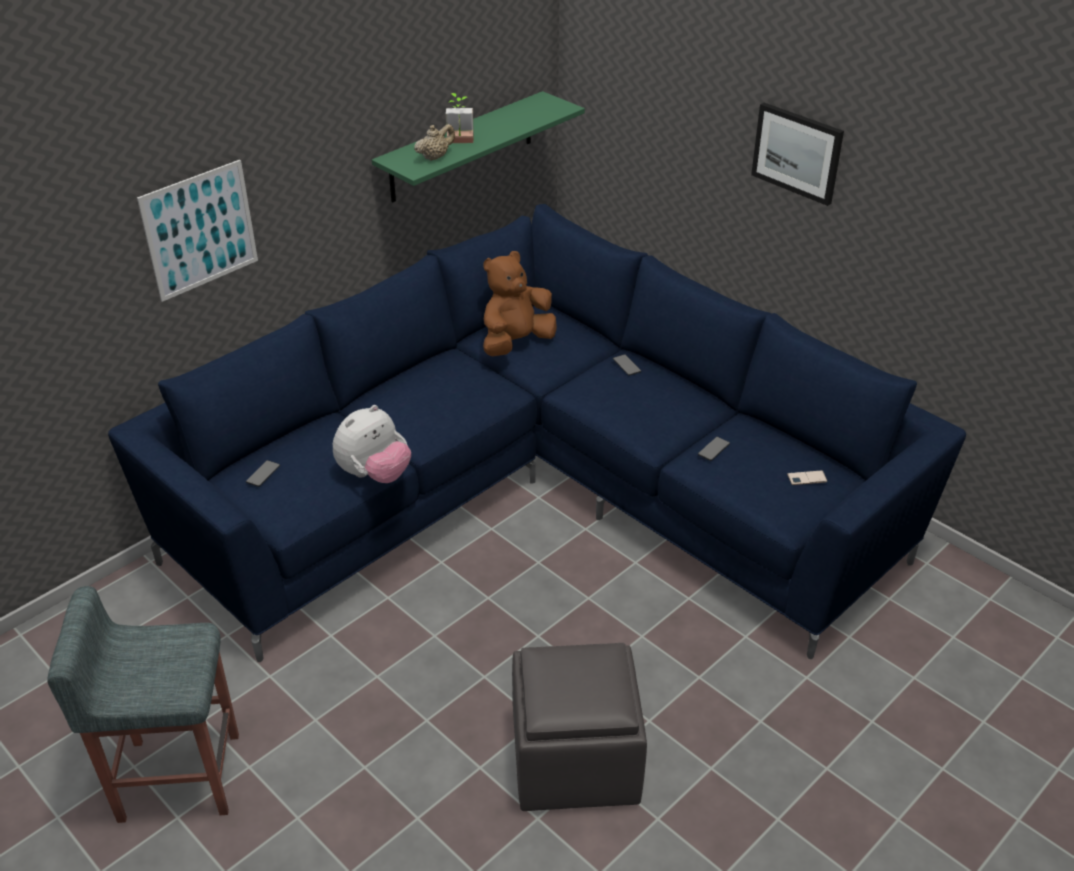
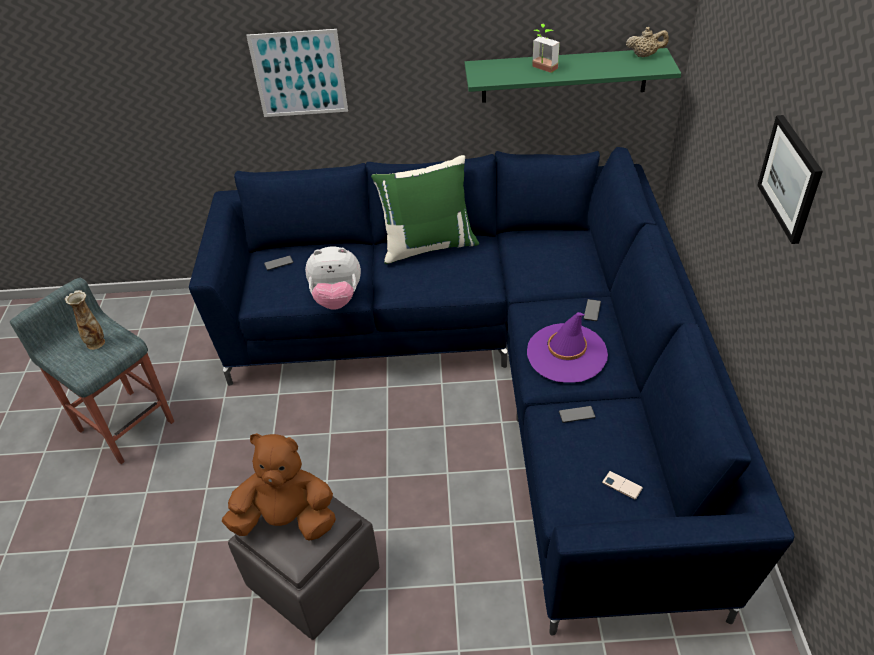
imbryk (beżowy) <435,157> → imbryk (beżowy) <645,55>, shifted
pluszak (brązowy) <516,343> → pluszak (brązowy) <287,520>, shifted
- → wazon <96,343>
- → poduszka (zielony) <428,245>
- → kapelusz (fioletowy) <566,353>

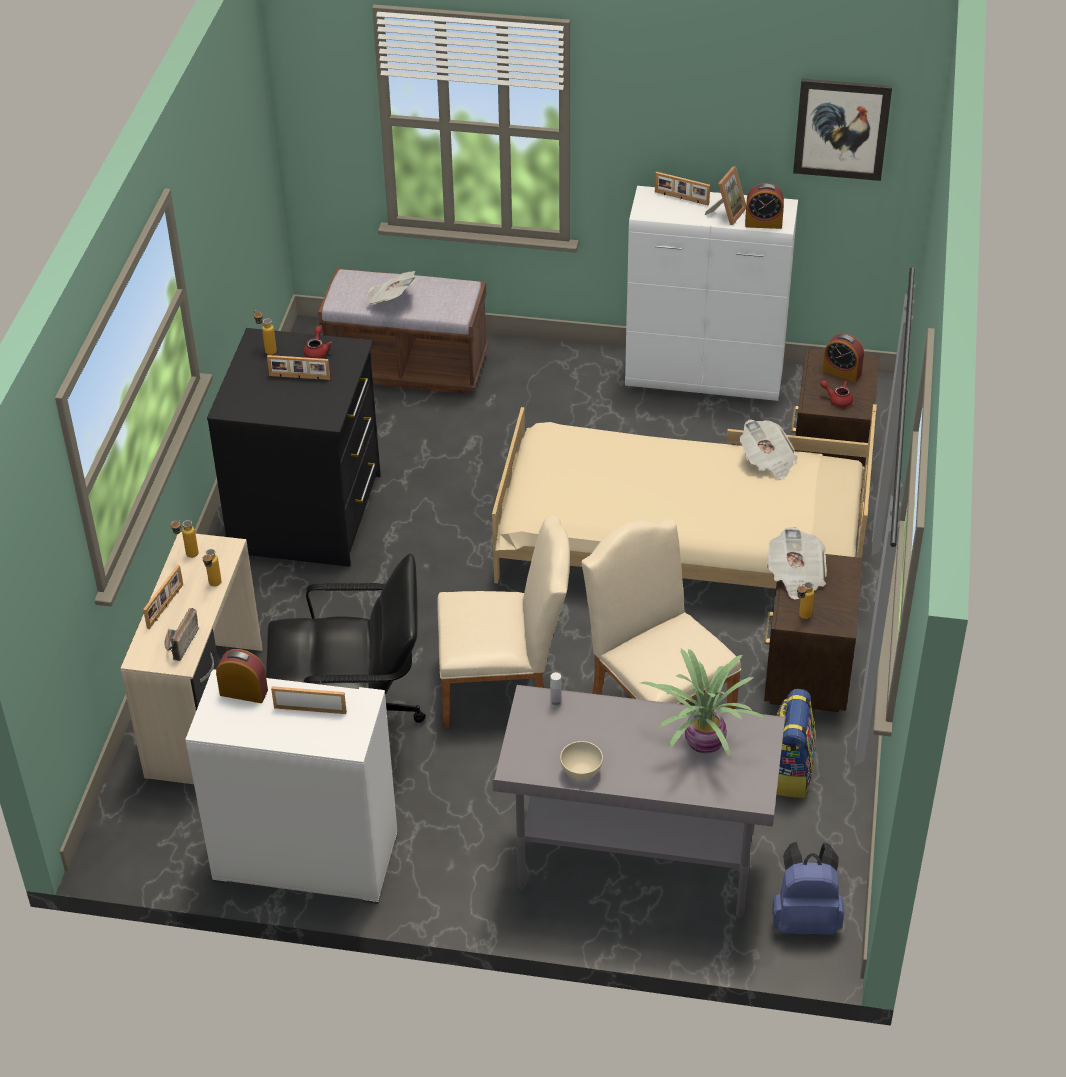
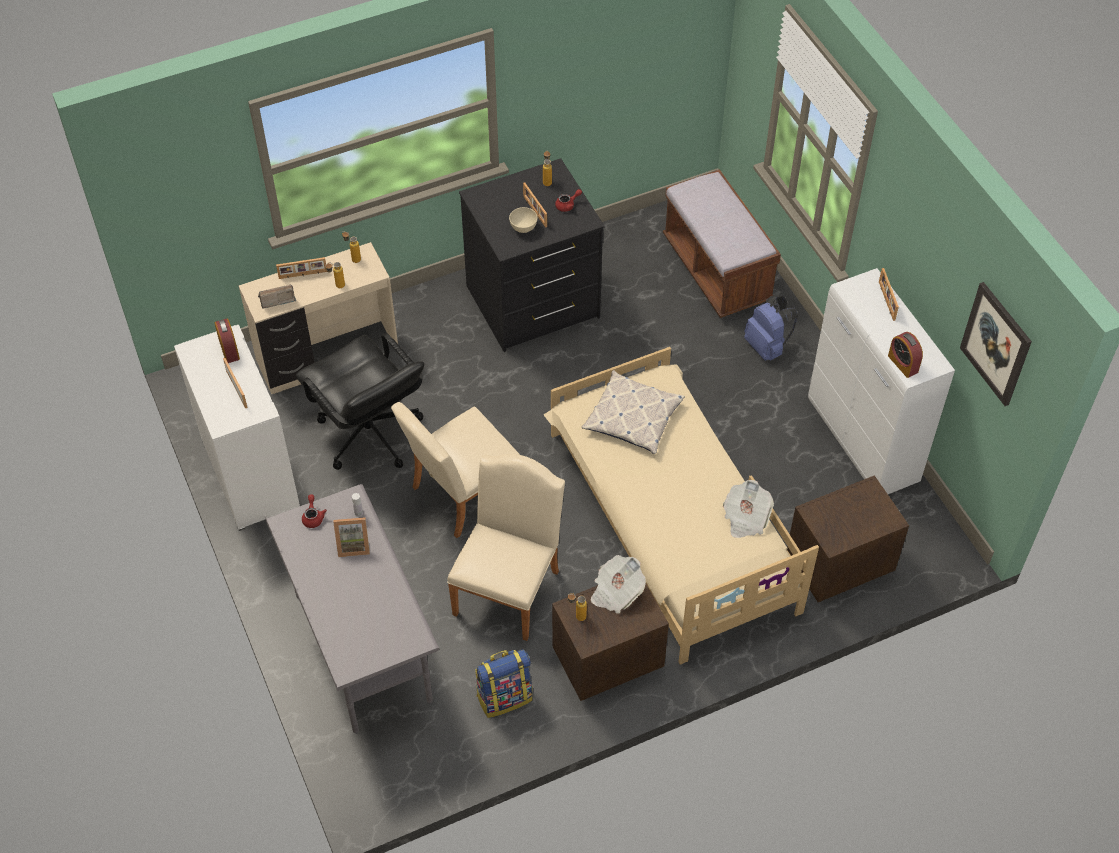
gazeta <390,299> → -
krzesło (beżowy) <505,688> → krzesło (beżowy) <461,495>, 90 degrees clockwise
miska (beżowy) <581,771> → miska (beżowy) <523,227>, shifted
roślina doniczkowa <703,742> → -
ramka na zdjęcie <727,213> → ramka na zdjęcie <353,545>, shifted
plecak (niebieski) <805,919> → plecak (niebieski) <767,347>, shifted
imbryk (czerwony) <837,399> → imbryk (czerwony) <313,517>, shifted
budzik <842,372> → -
- → poduszka <633,418>

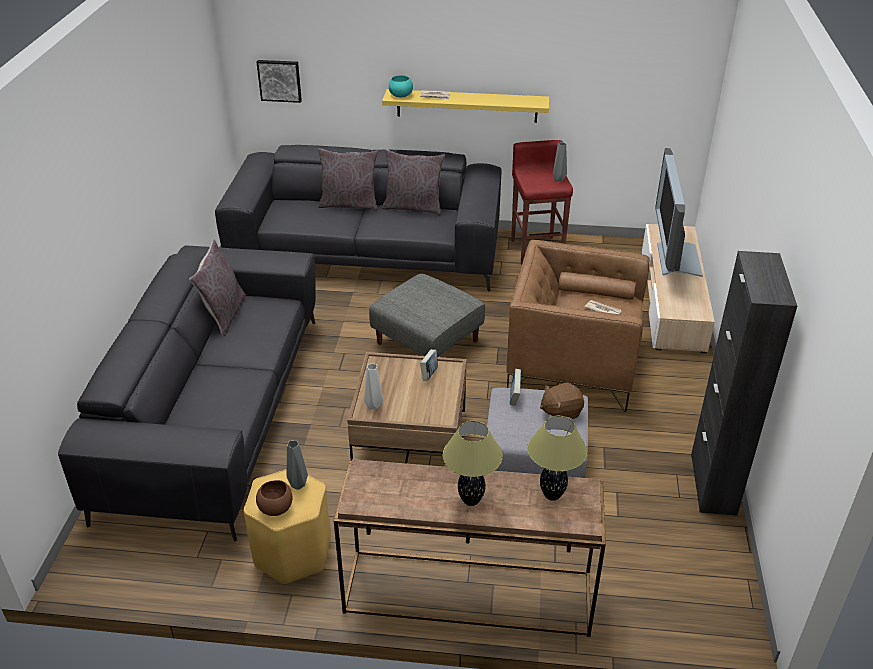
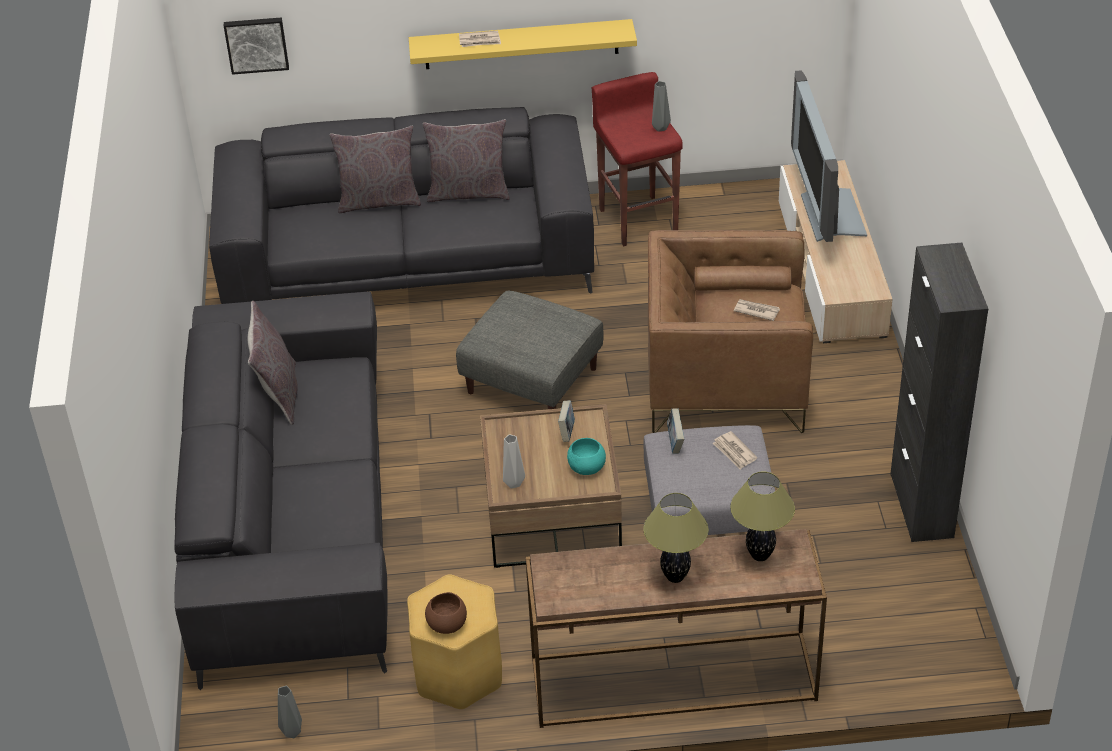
wazon (szary) <297,485> → wazon (szary) <292,733>, shifted
miska (turkusowy) <400,95> → miska (turkusowy) <586,467>, shifted
pluszak (brązowy) <560,412> → gazeta <734,452>

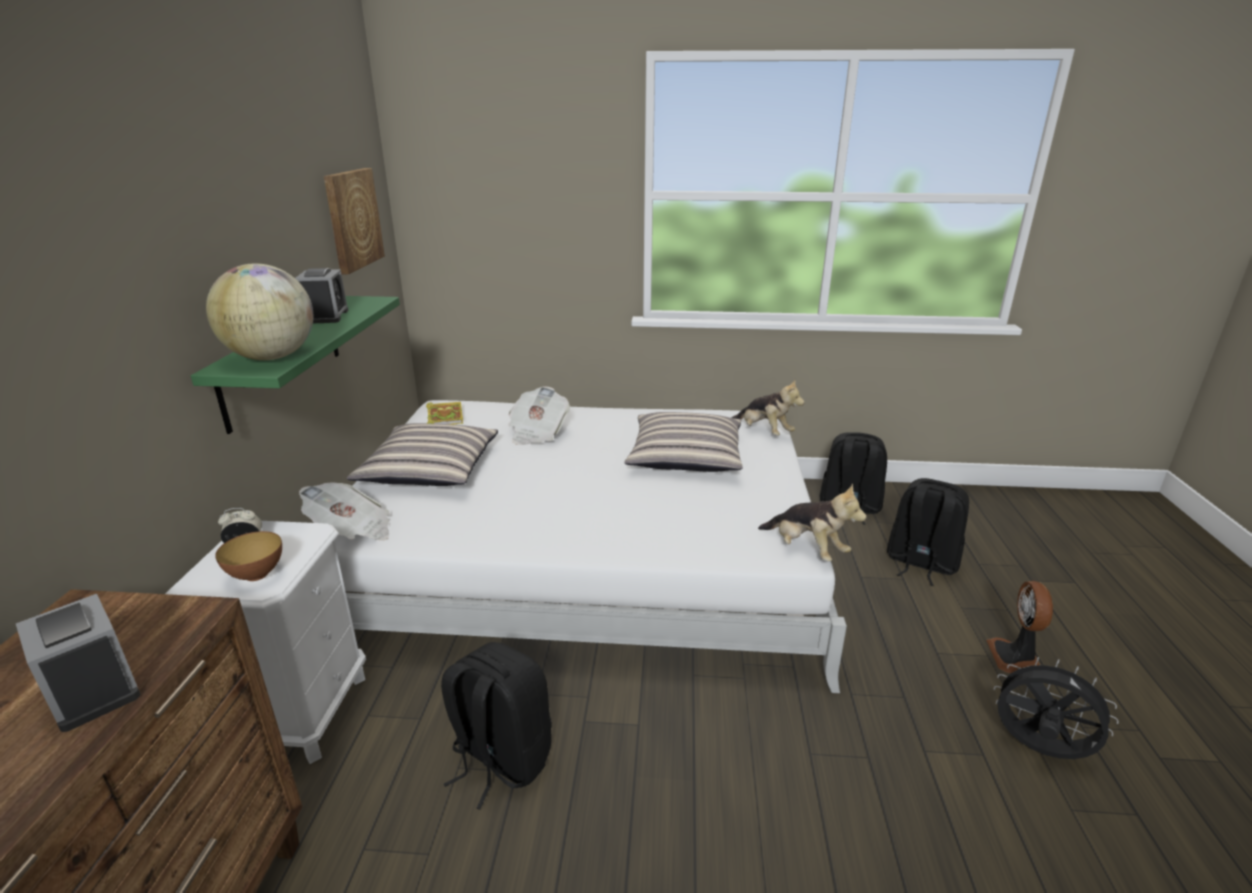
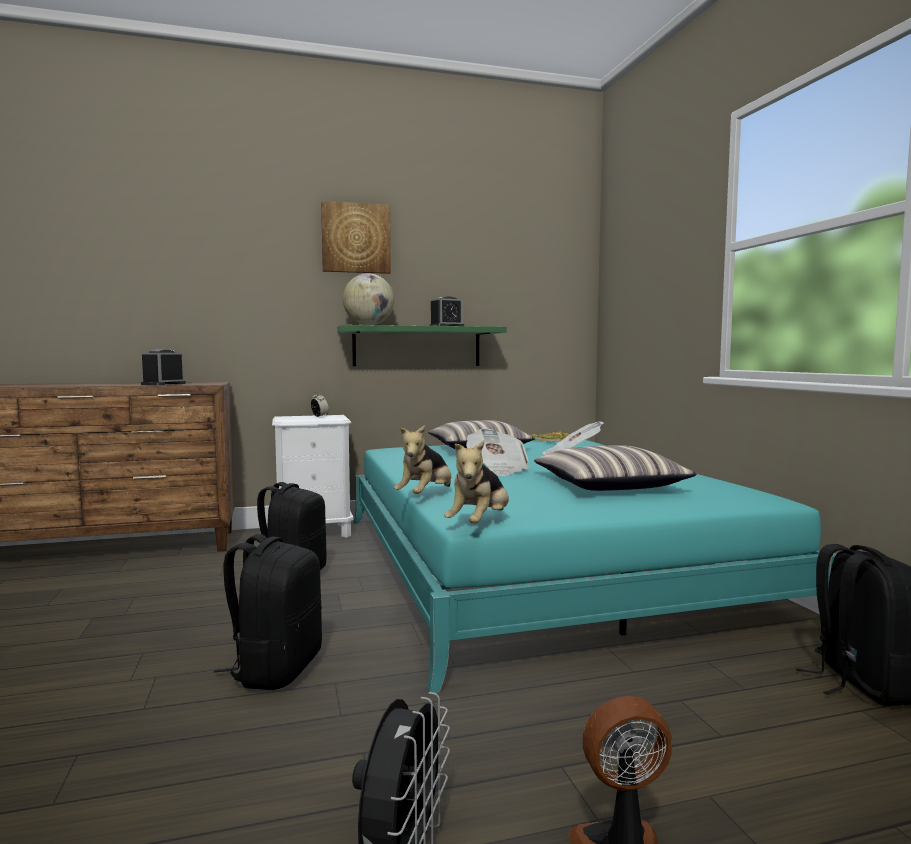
miska <256,575> → -
gazeta <352,531> → gazeta <497,469>, shifted
obraz <352,219> → obraz <356,238>, shifted
łóżko (biały) <586,555> → łóżko (turkusowy) <537,564>
pluszak <764,432> → pluszak <426,496>, shifted
plecak (czarny) <920,563> → plecak (czarny) <276,669>, shifted

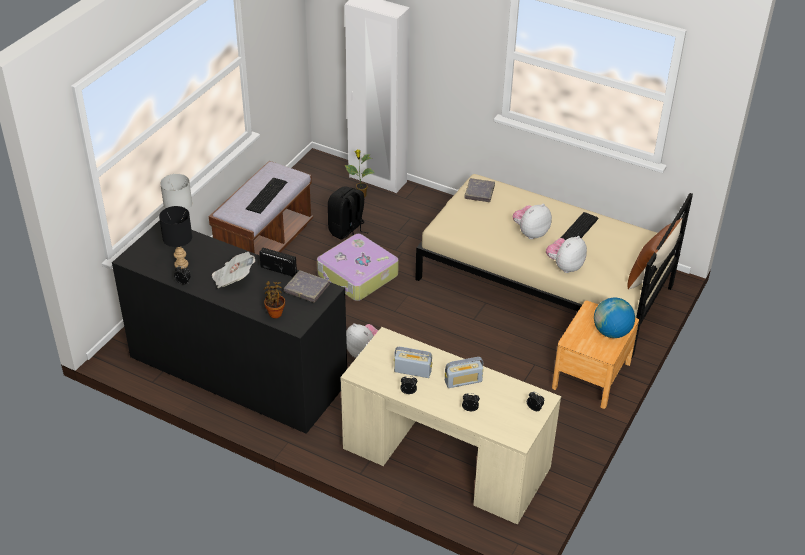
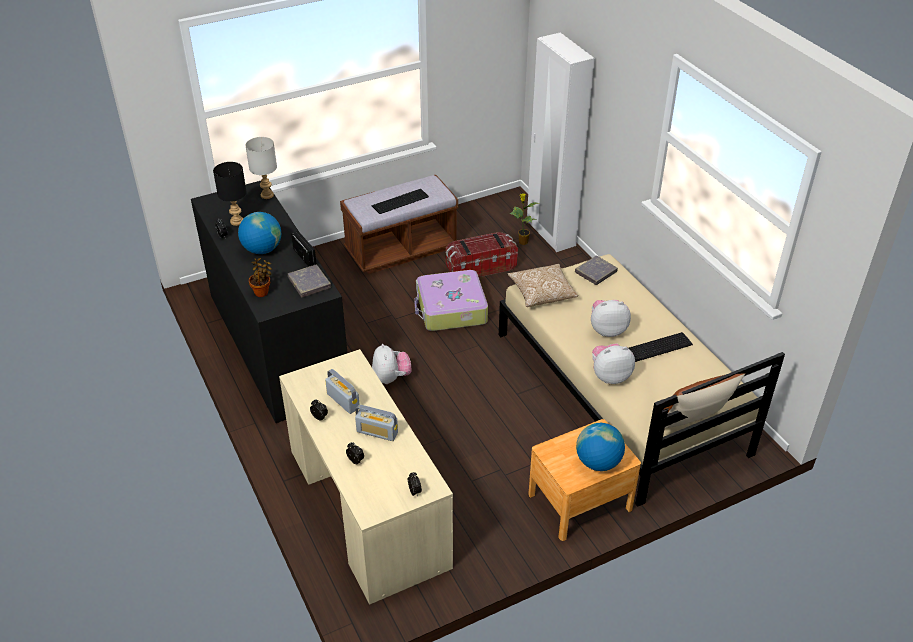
gazeta <233,279> → globus <262,250>
plecak (czarny) <347,231> → pojemnik do przechowywania <480,267>
- → poduszka <542,293>

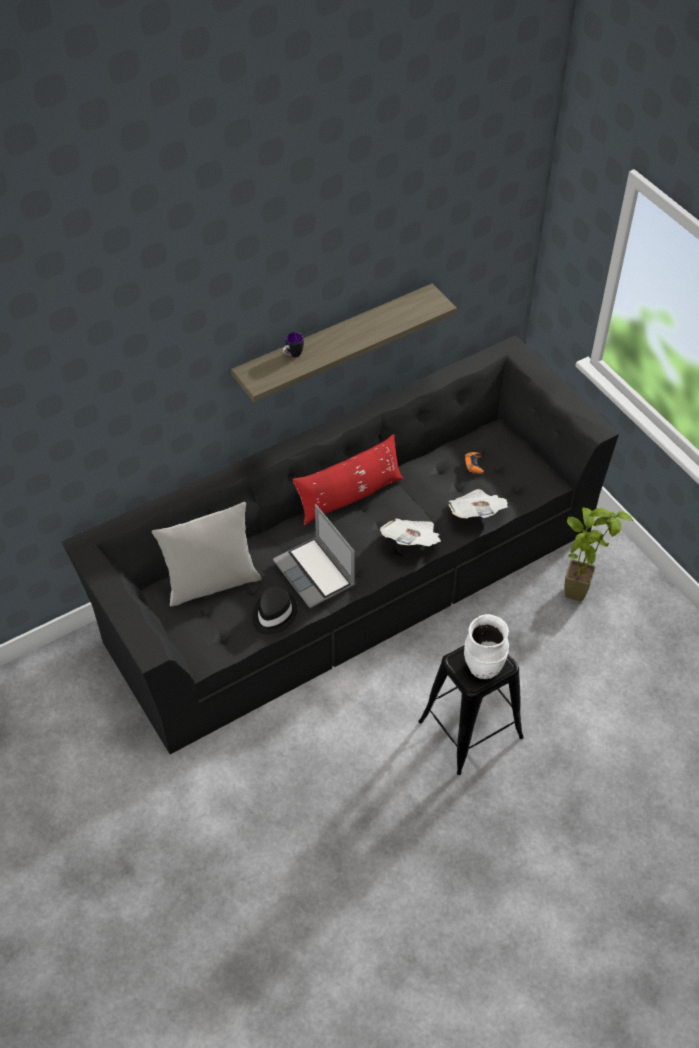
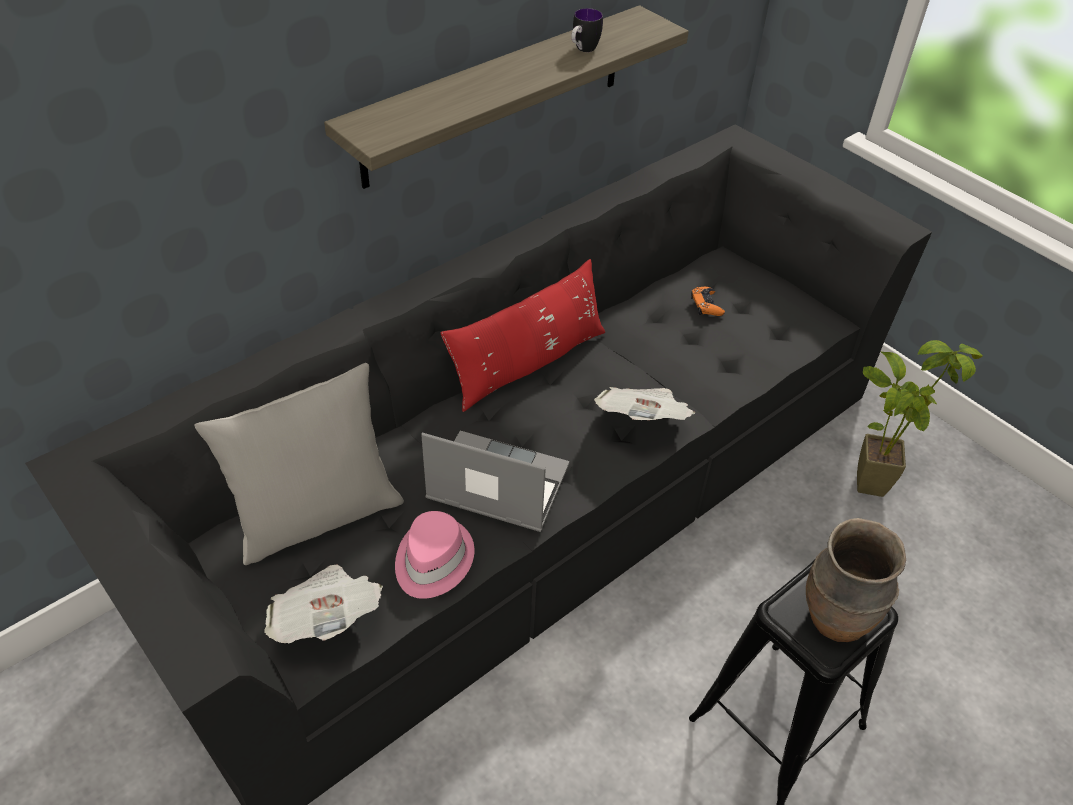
kapelusz (czarny) <273,614> → kapelusz (różowy) <432,560>
laptop <315,573> → laptop <495,484>, 150 degrees clockwise
kubek <292,355> → kubek <583,50>, shifted
gazeta <476,514> → gazeta <327,619>, shifted
wazon (biały) <483,667> → wazon (brązowy) <835,619>

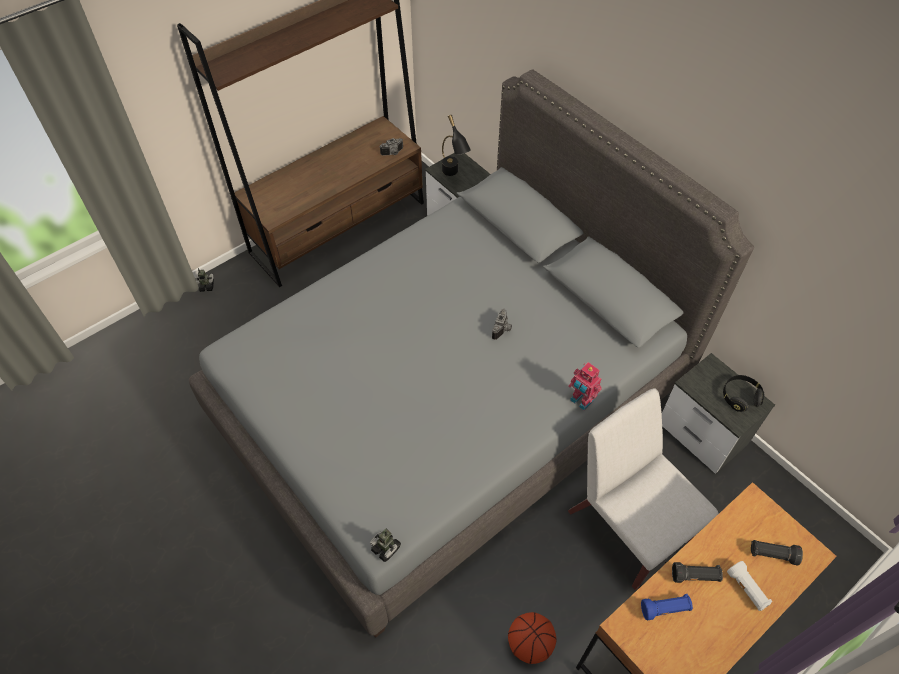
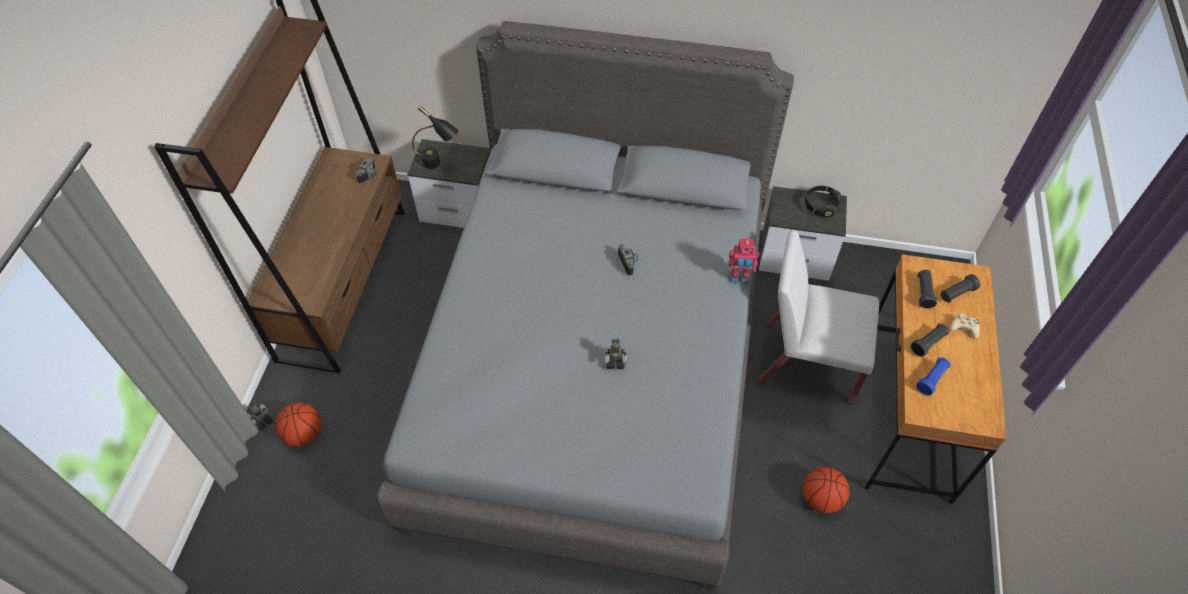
robot zabawkowy <386,548> → robot zabawkowy <615,361>, shifted
latarka (biały) <746,589> → pad do gier (beżowy) <964,328>
- → piłka do koszykówki <304,434>
- → latarka (czarny) <924,292>

